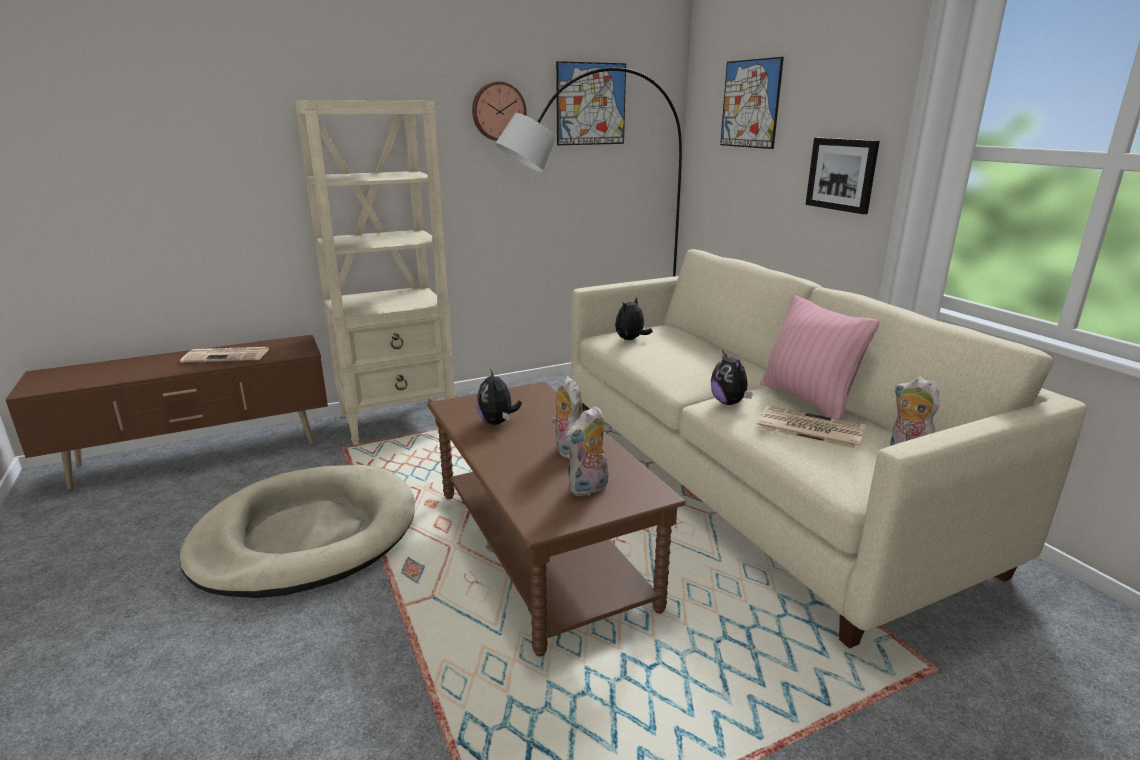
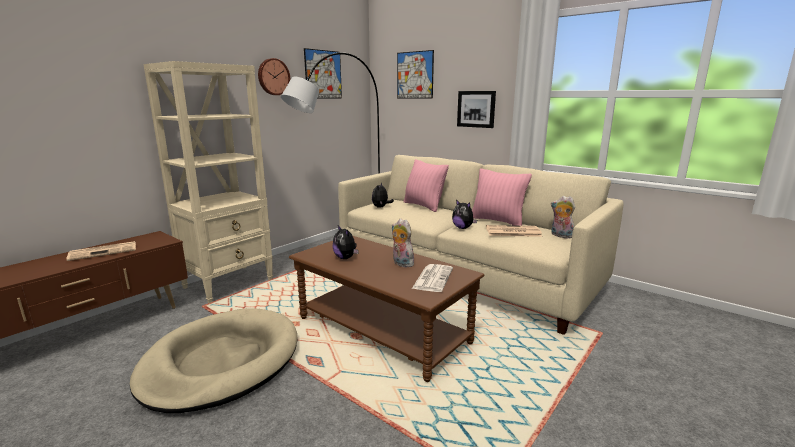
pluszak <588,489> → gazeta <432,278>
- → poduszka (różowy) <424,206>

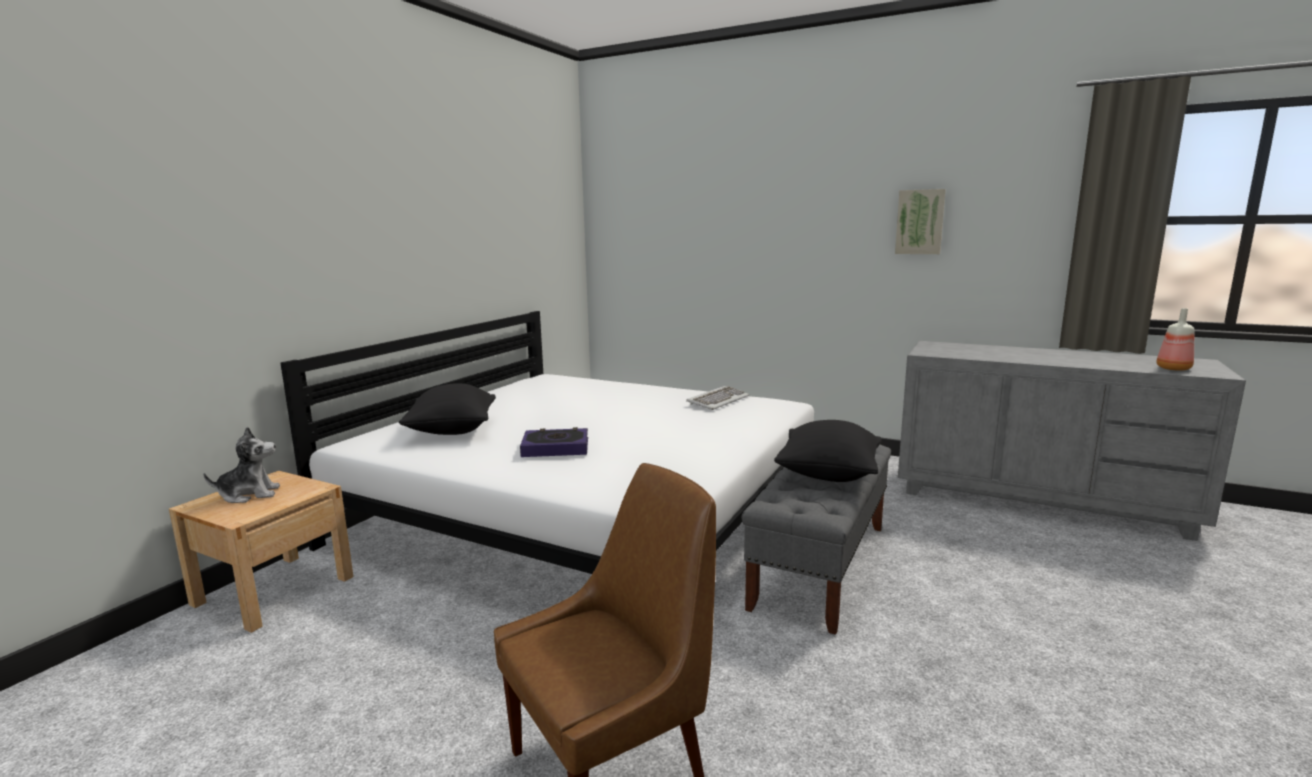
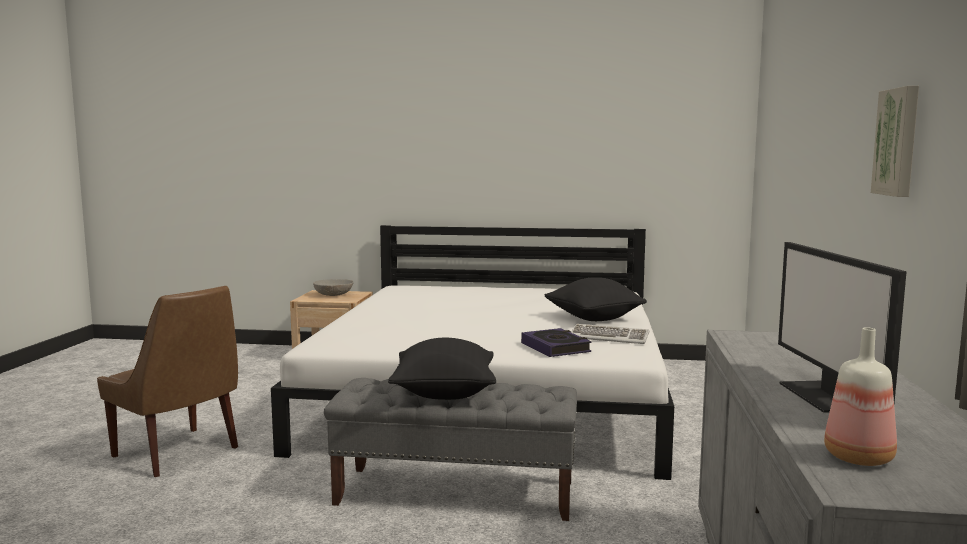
pluszak <249,494> → miska (szary) <334,294>
poduszka (czarny) <452,431> → poduszka (czarny) <594,318>, shifted
książka <555,448> → książka <555,348>, shifted
- → monitor <829,396>

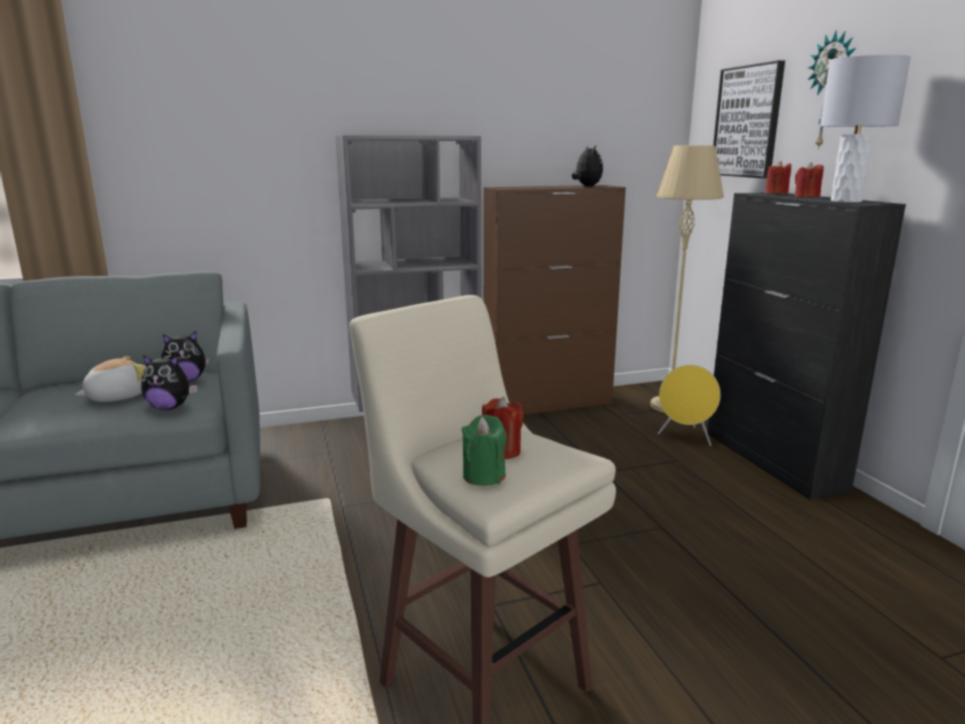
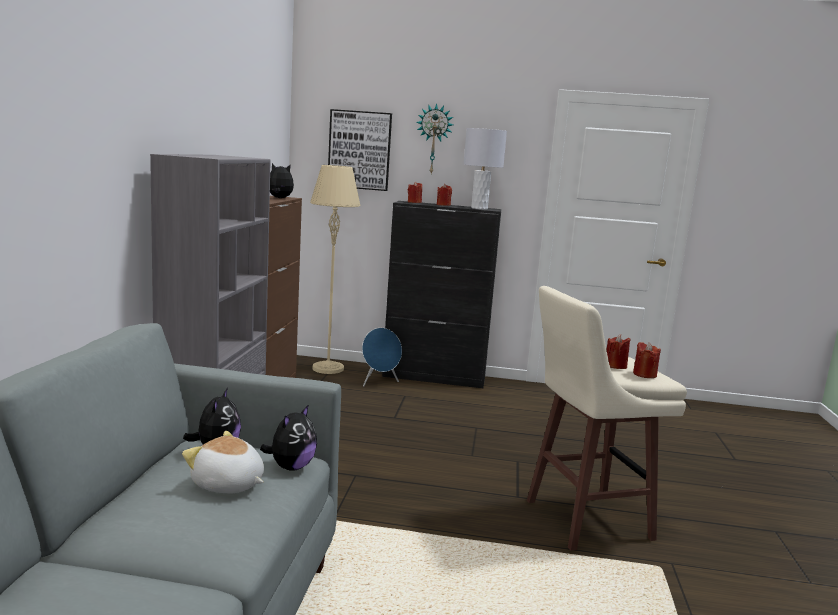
pluszak <116,397> → pluszak <227,485>, 45 degrees counterclockwise
świeca (zielony) <484,476> → świeca (czerwony) <644,374>
głośnik (żółty) <686,438> → głośnik (niebieski) <379,382>

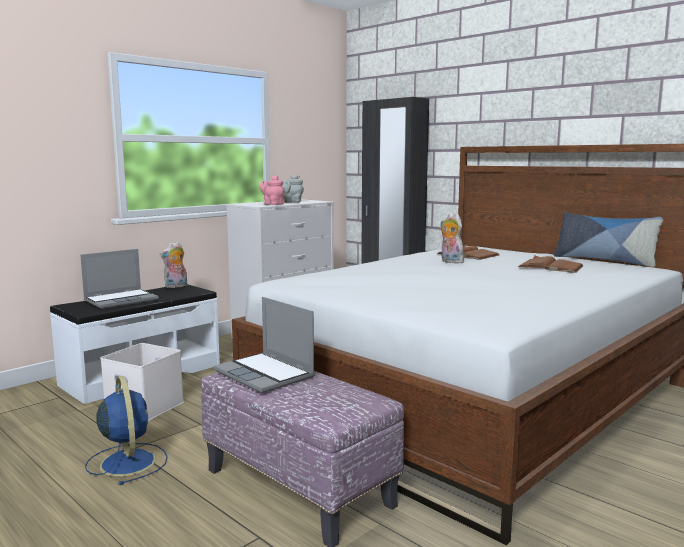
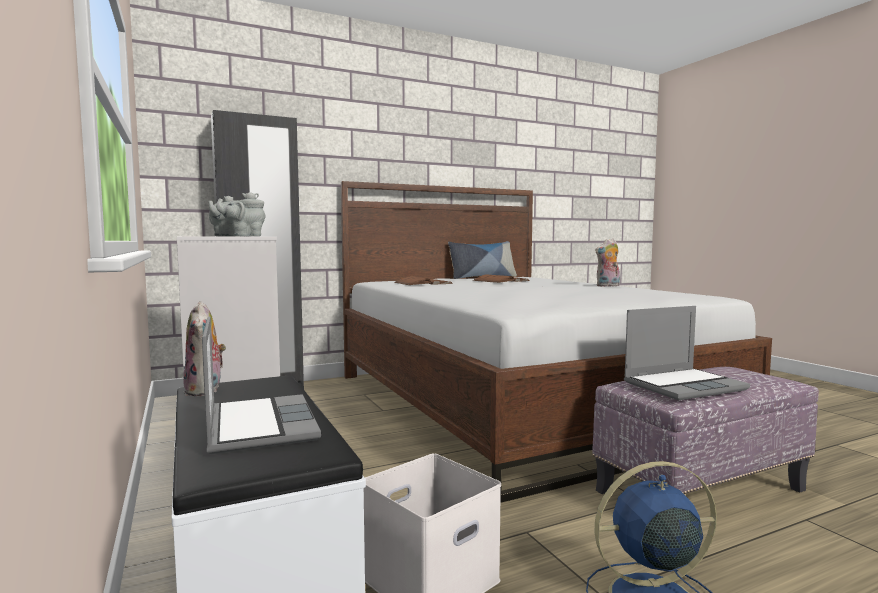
imbryk (różowy) <272,204> → imbryk (szary) <244,236>
pluszak <450,262> → pluszak <608,286>, shifted

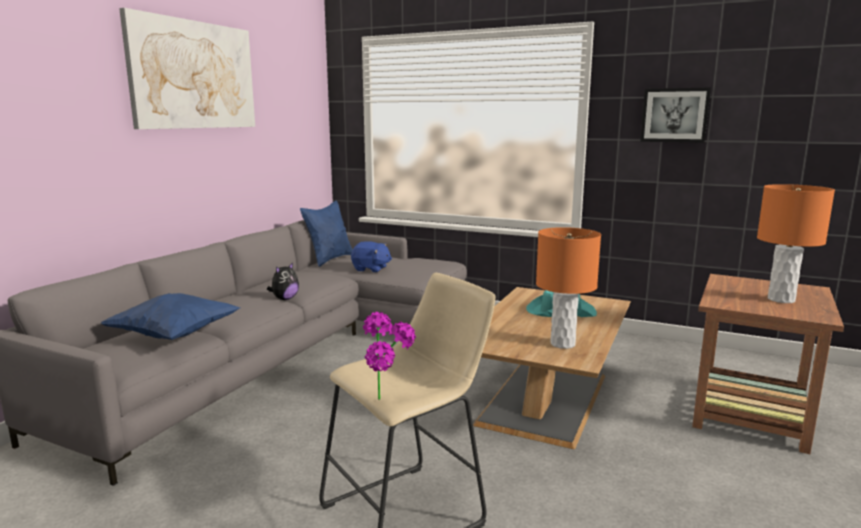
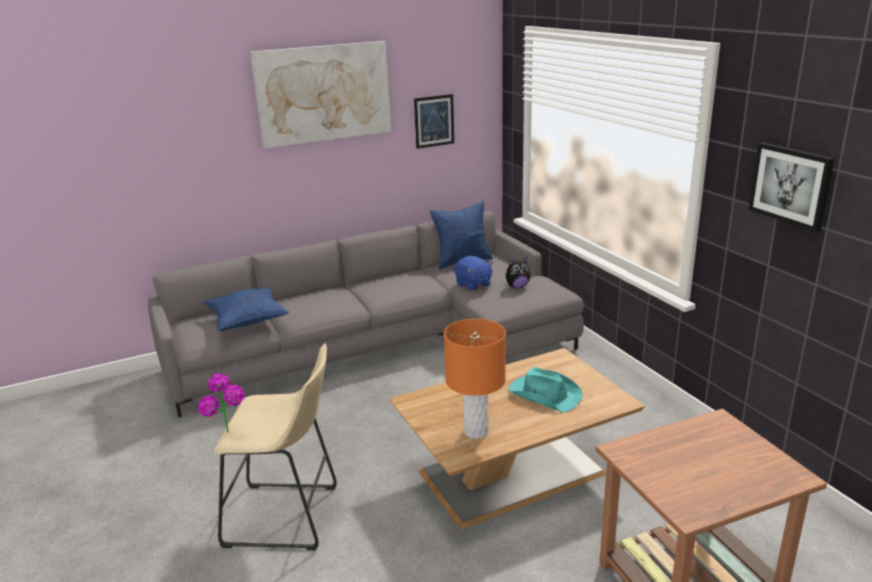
pluszak <285,299> → pluszak <517,286>, shifted
lampa stołowa (pomarańczowy) <781,300> → -
- → obraz <434,121>

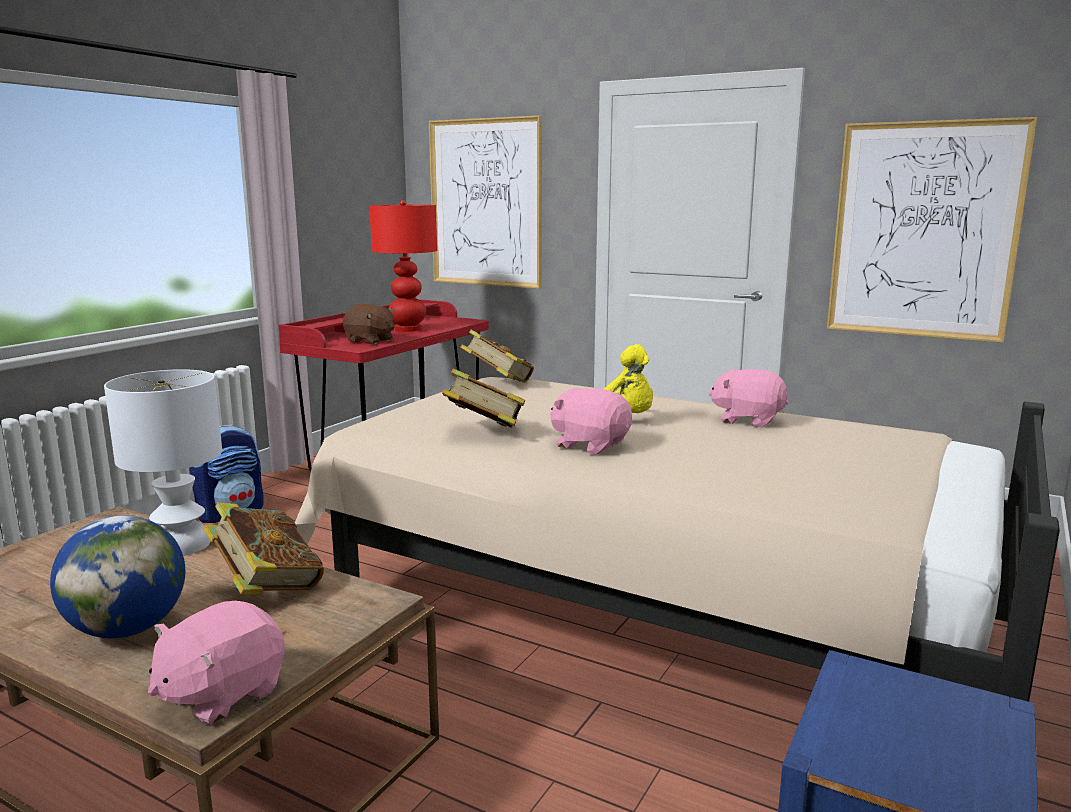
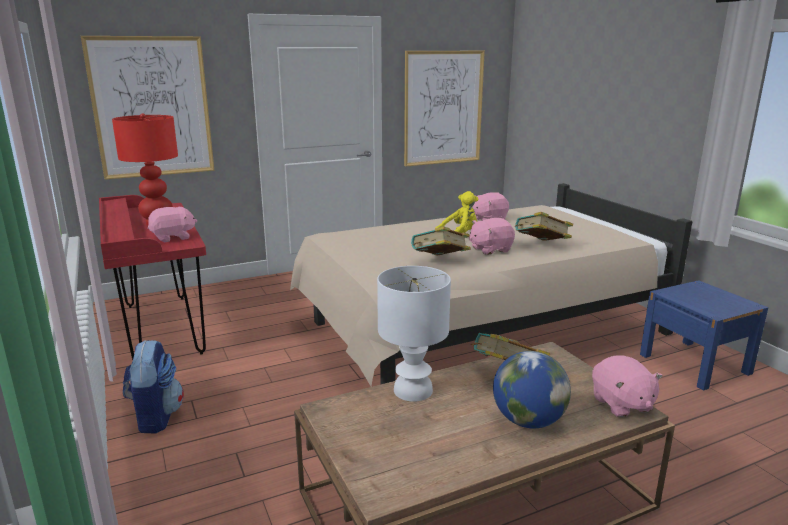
pluszak (brązowy) <370,341> → pluszak (różowy) <173,237>
książka <498,384> → książka <541,245>, shifted

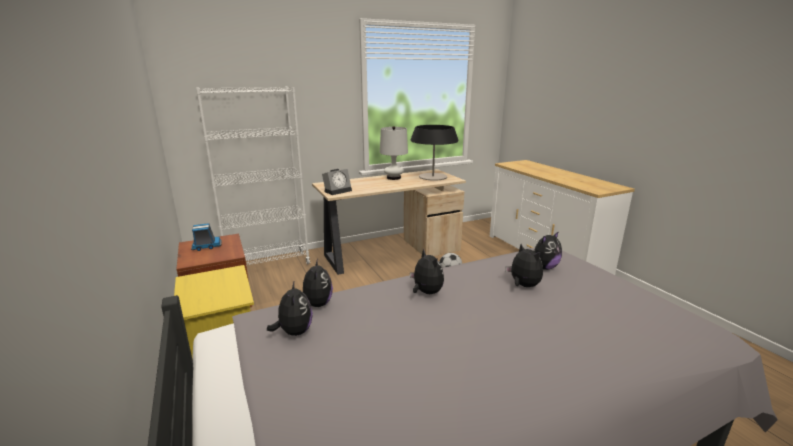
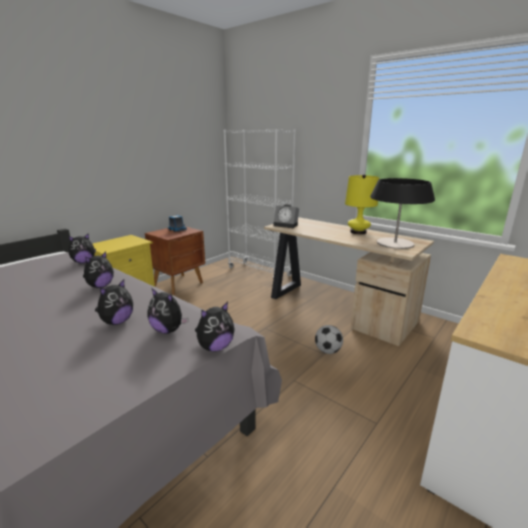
pluszak <294,332> → pluszak <215,347>, shifted
lampa stołowa (biały) <393,178> → lampa stołowa (żółty) <358,232>

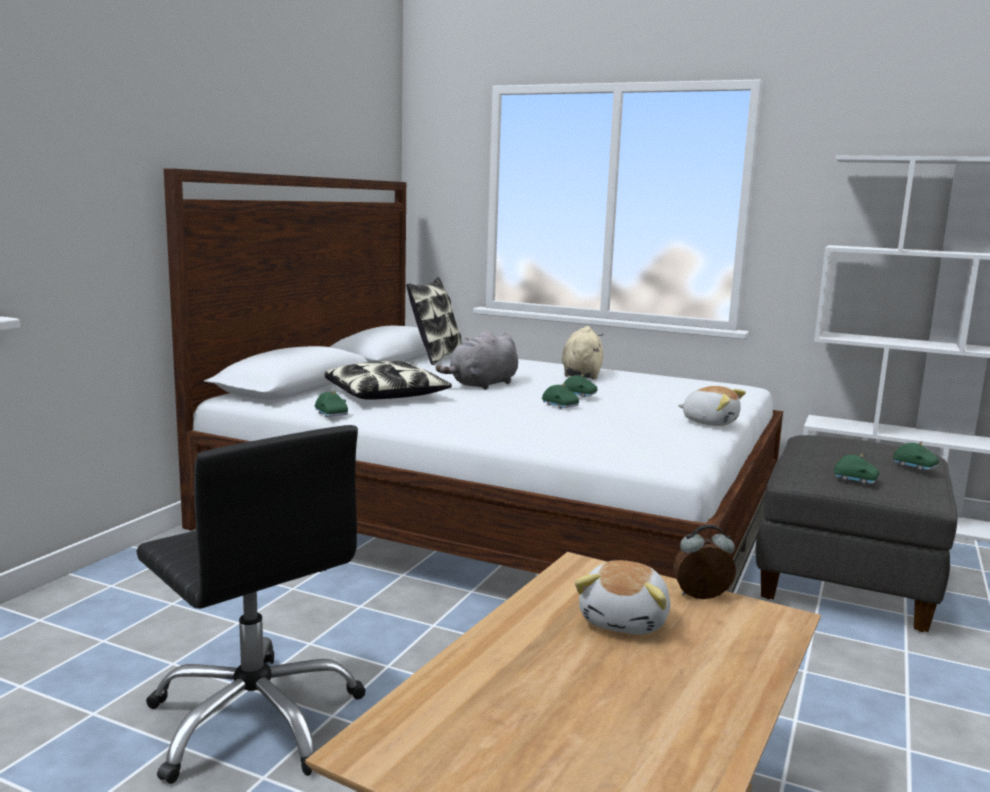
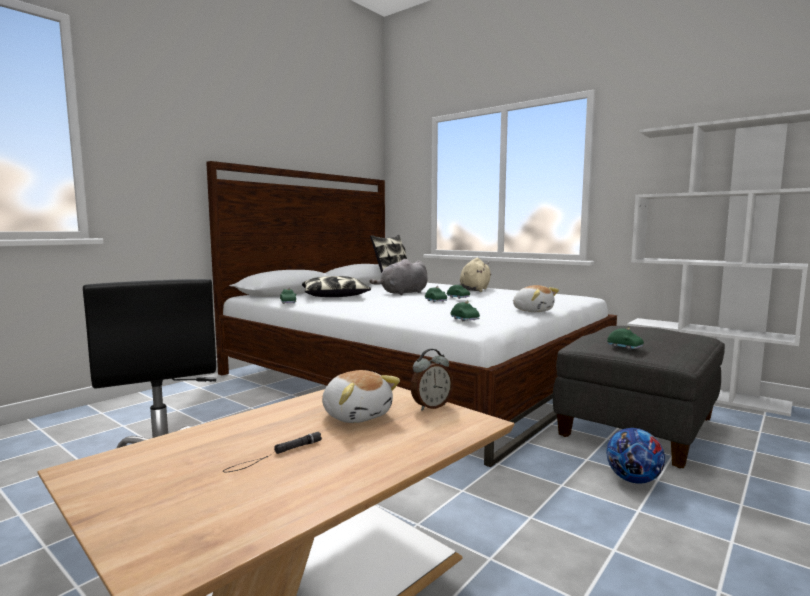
pluszak <625,621> → pluszak <357,415>, 75 degrees counterclockwise
budzik <702,598> → budzik <431,406>, 135 degrees clockwise
samochodzik (zielony) <915,466> → samochodzik (zielony) <465,319>, shifted
- → latarka (czarny) <274,455>
- → piłka futbolowa <633,480>

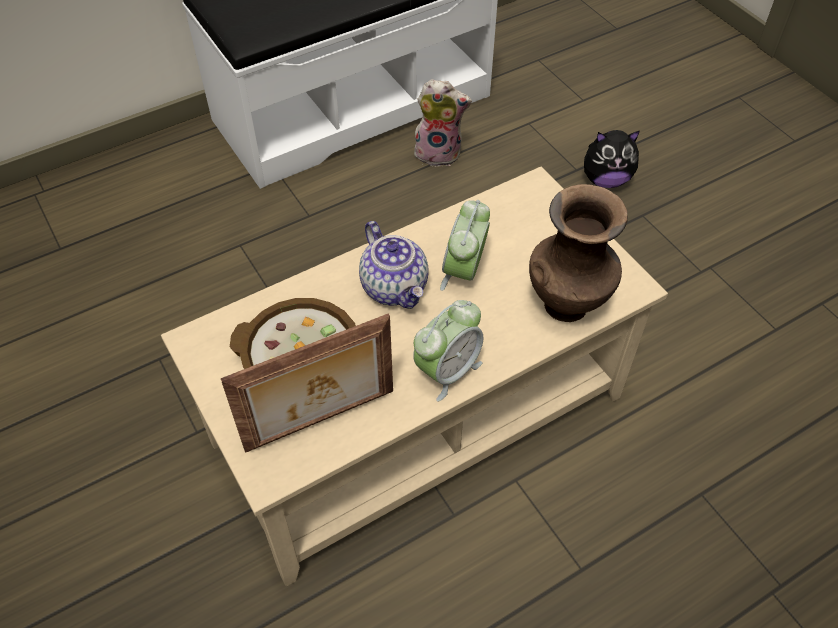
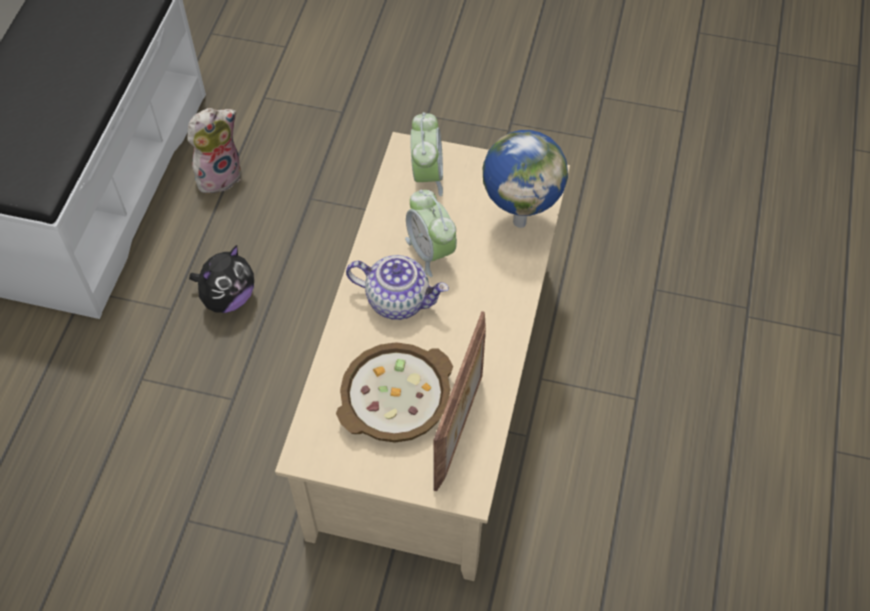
budzik <447,371> → budzik <427,175>, shifted
wazon (brązowy) <567,303> → globus <520,220>
pluszak <605,179> → pluszak <228,298>, shifted

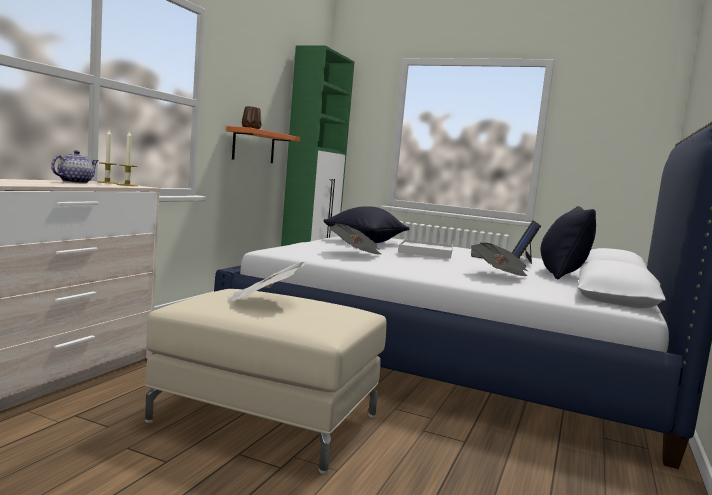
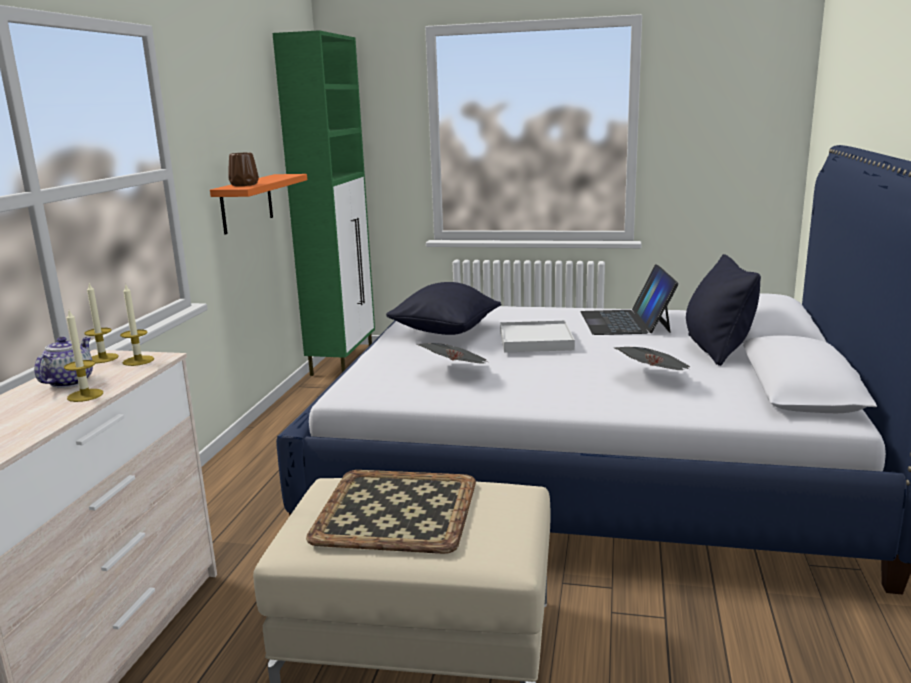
gazeta <263,302> → taca <394,511>
- → świeca <85,395>

